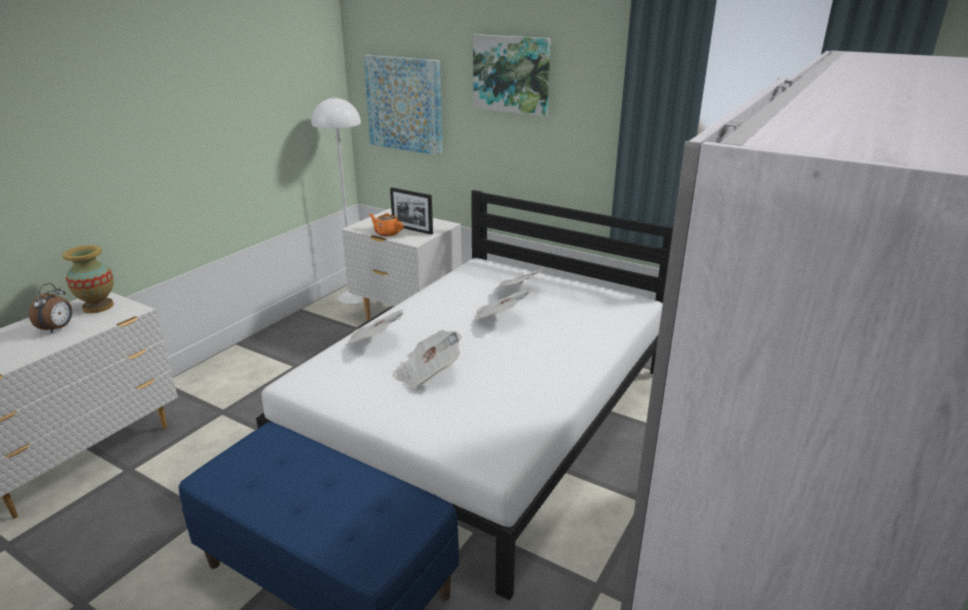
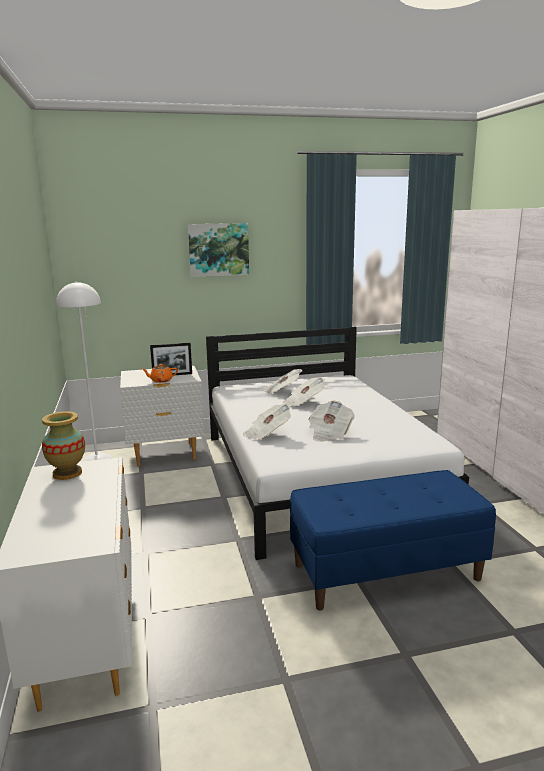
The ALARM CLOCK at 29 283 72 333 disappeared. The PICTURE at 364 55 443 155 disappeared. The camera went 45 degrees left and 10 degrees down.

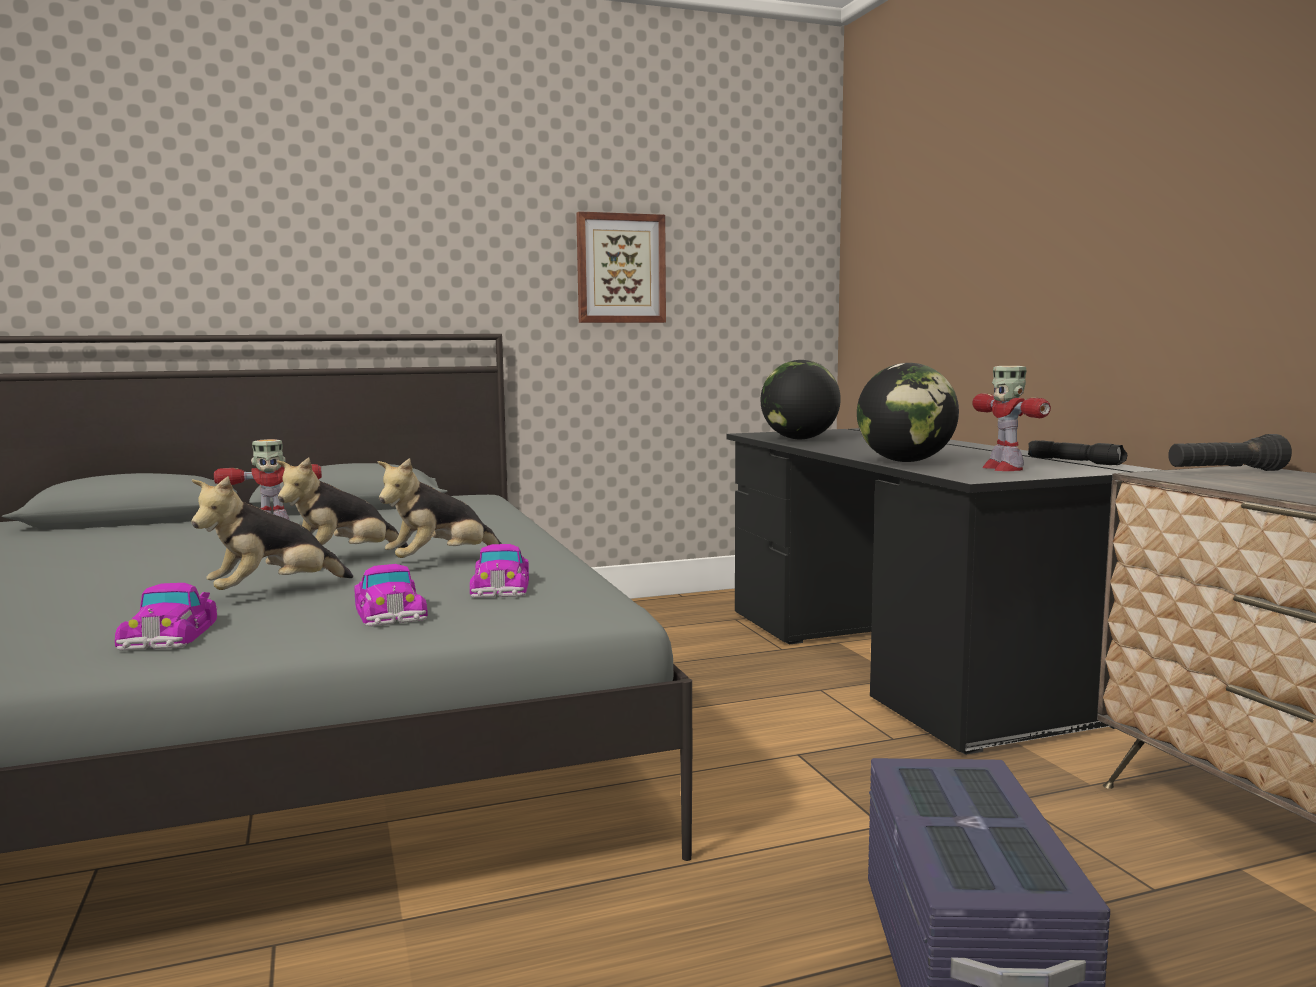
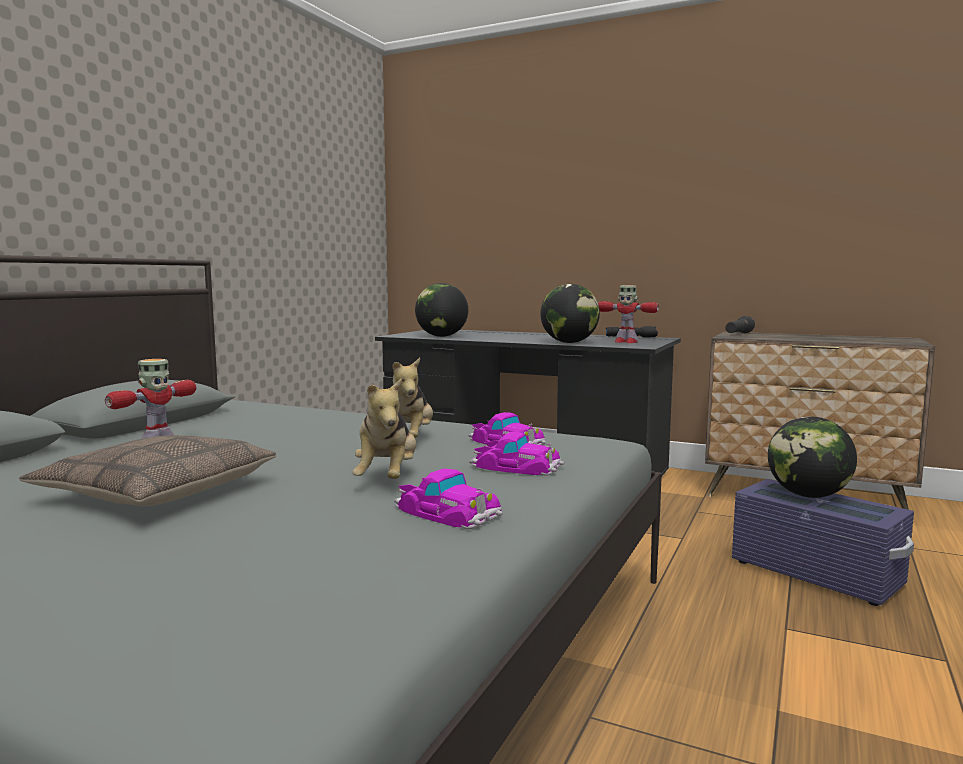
The PILLOW at 19 435 276 506 appeared. The GLOBE at 768 416 857 498 appeared. The PLUSH TOY at 277 457 408 548 disappeared. The PICTURE at 576 211 666 323 disappeared. The camera went 45 degrees left and 0 degrees up.

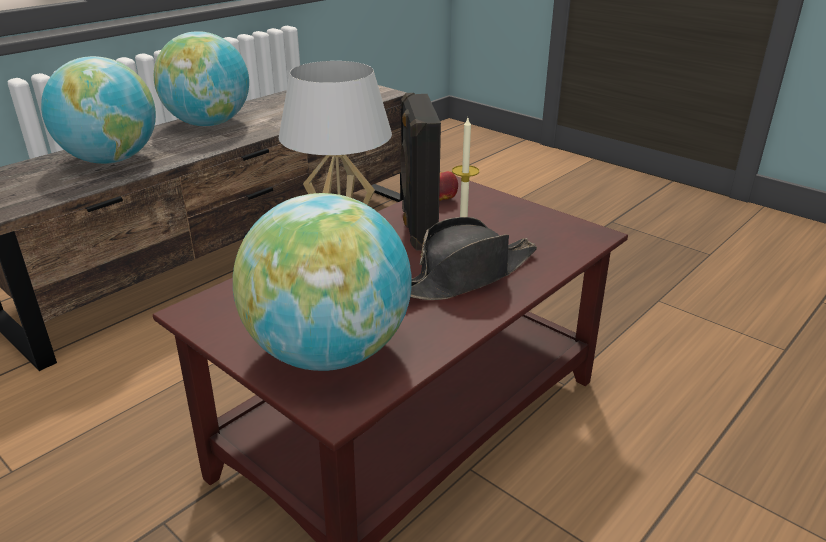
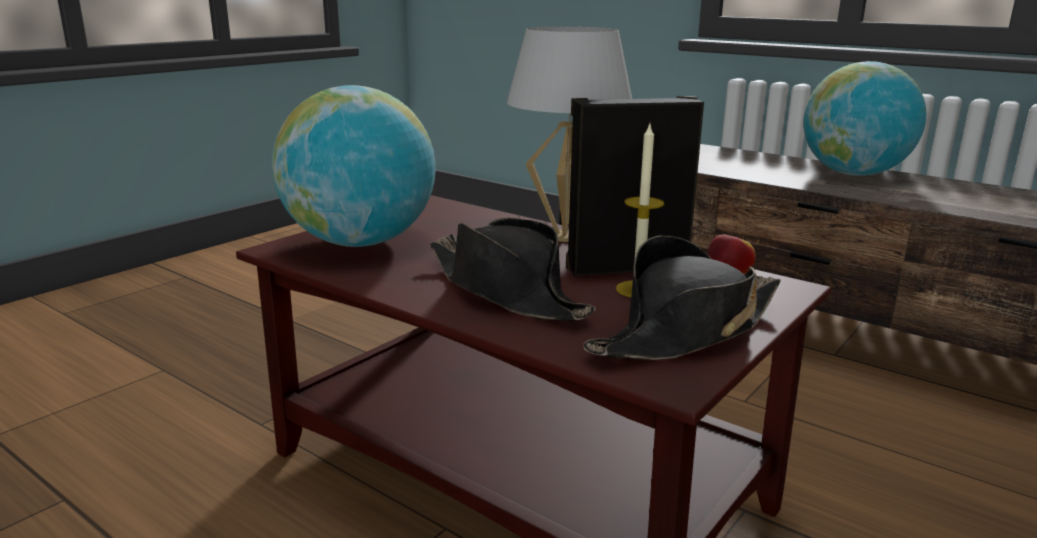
The BLACK HAT at 583 236 781 360 appeared. The GLOBE at 41 56 156 164 disappeared. The camera went 85 degrees right and 10 degrees down.

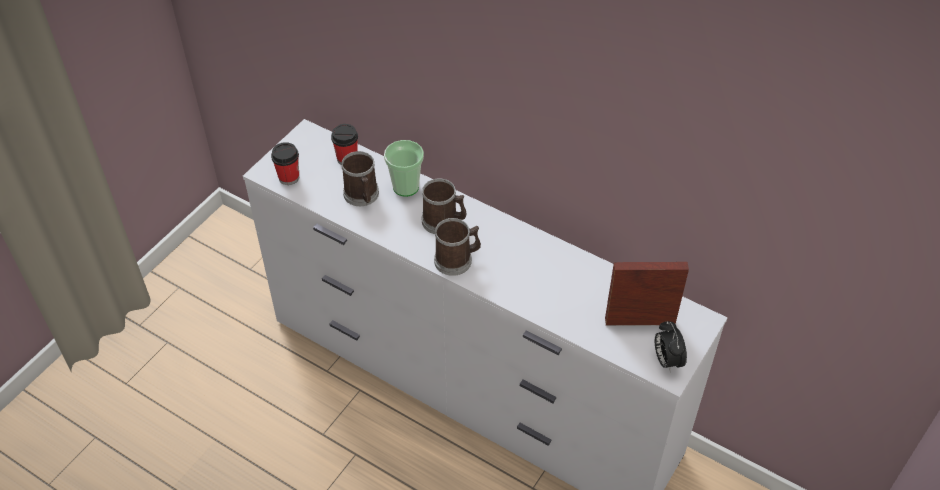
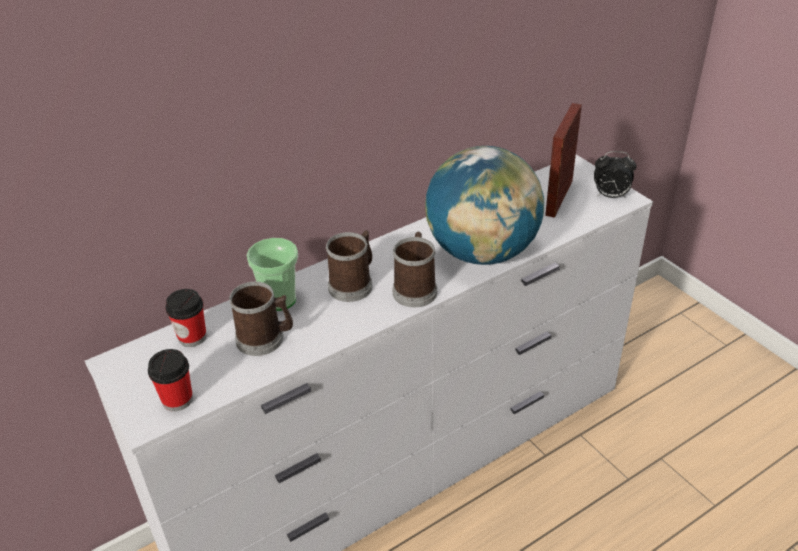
The GLOBE at 425 146 544 265 appeared. The camera went 65 degrees left and 10 degrees down.

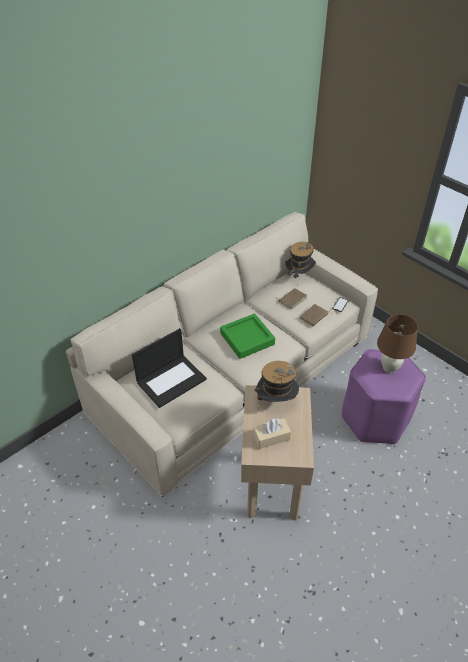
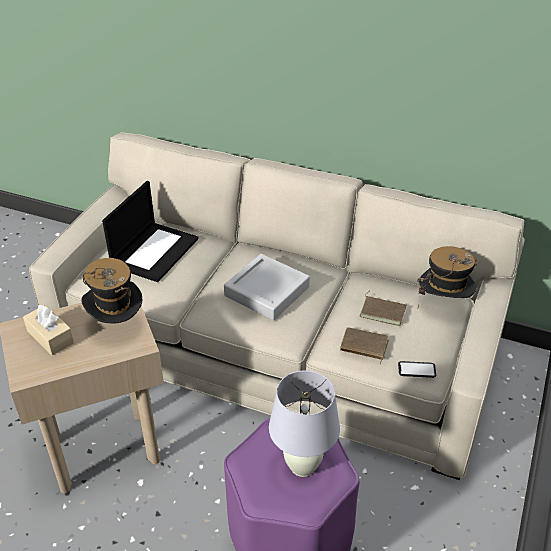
The LAPTOP at 132 328 207 408 turned 90 degrees counterclockwise. The GREEN TRAY at 220 314 275 359 became the GREY TRAY at 224 254 310 320. The BROWN TABLE LAMP at 377 314 418 373 became the WHITE TABLE LAMP at 269 370 340 477. The camera went 65 degrees right and 5 degrees down.

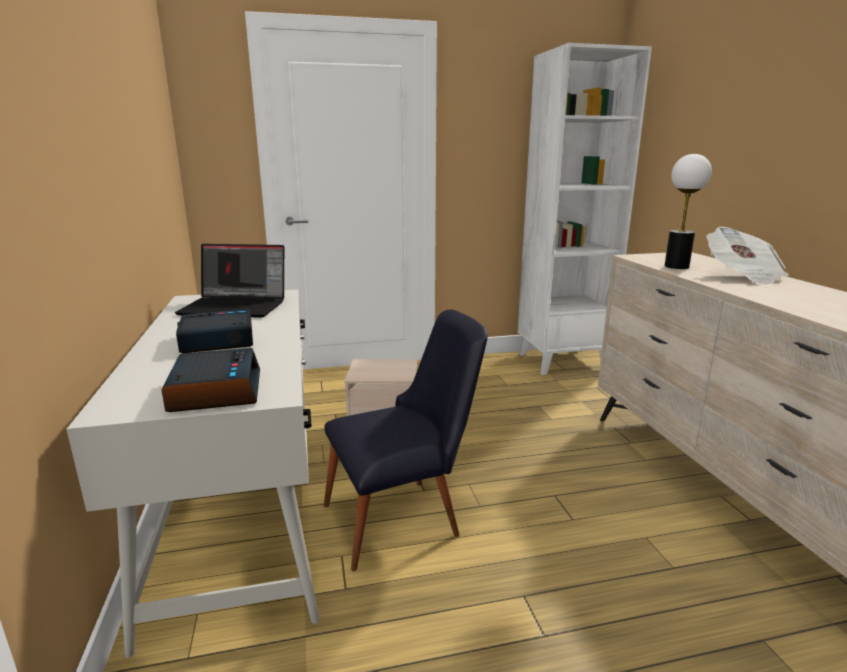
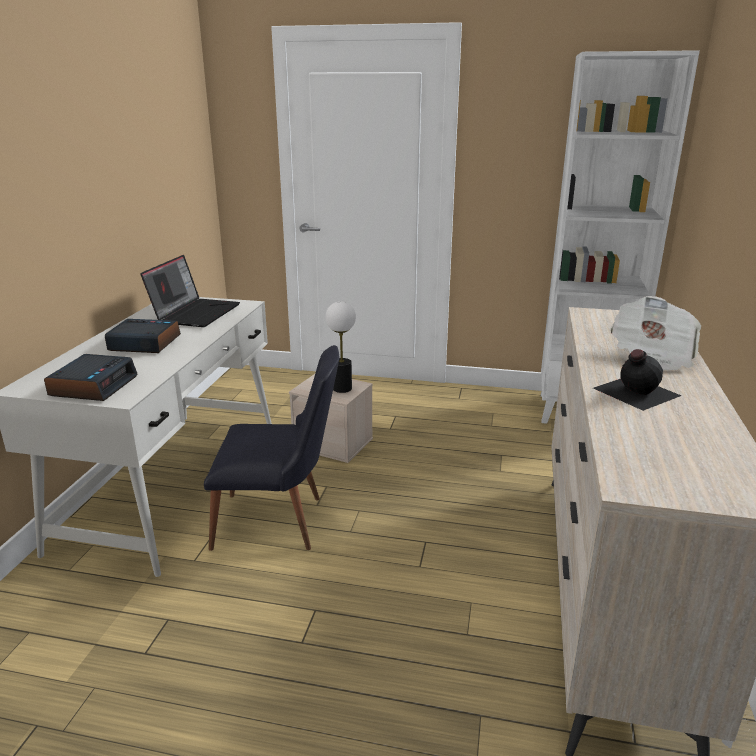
The LAPTOP at 175 244 284 318 turned 105 degrees counterclockwise. The TABLE LAMP moved from 664 154 712 269 to 326 301 356 393. The BLACK BOTTLE at 593 349 681 411 appeared. The camera went 25 degrees right and 5 degrees up.

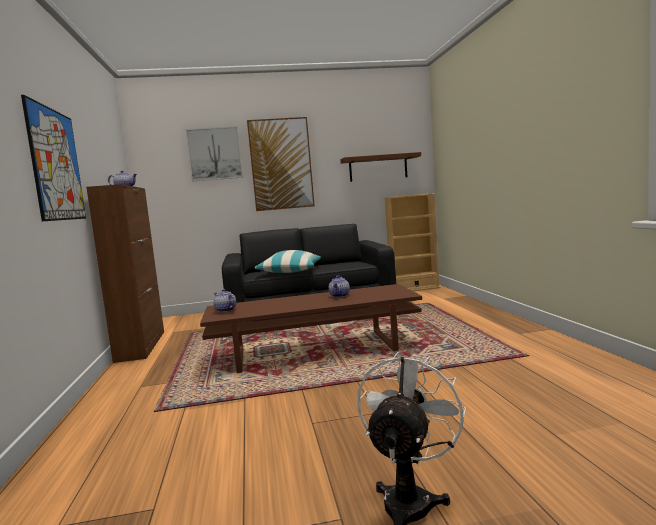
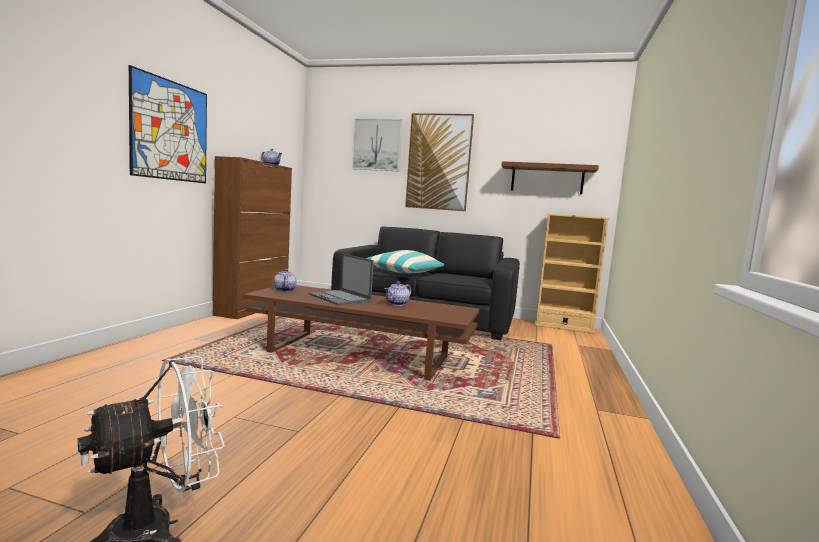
The LAPTOP at 309 254 374 305 appeared. The camera went 25 degrees right and 0 degrees up.

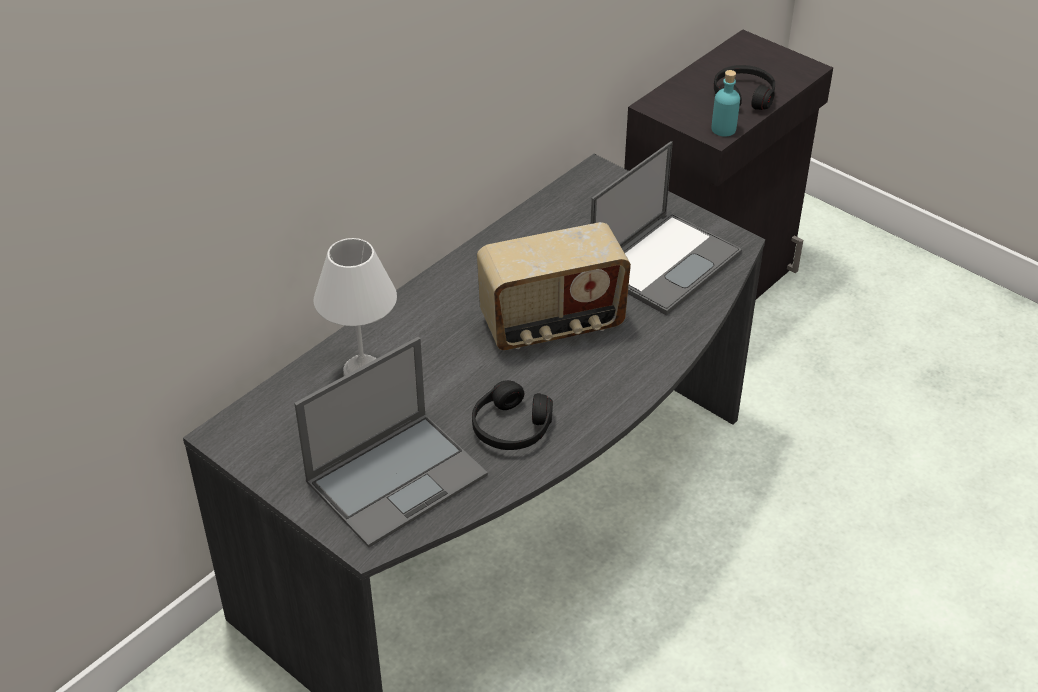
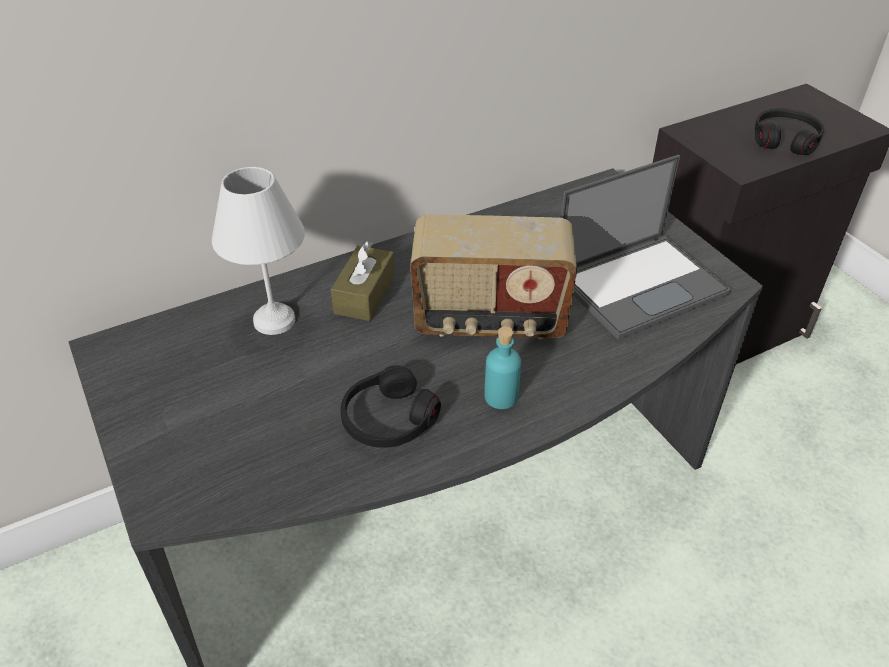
The BROWN TISSUE BOX at 331 241 395 321 appeared. The TURQUOISE BOTTLE moved from 711 70 740 137 to 484 326 521 409. The LAPTOP at 294 337 488 548 disappeared. The camera went 20 degrees right and 0 degrees up.

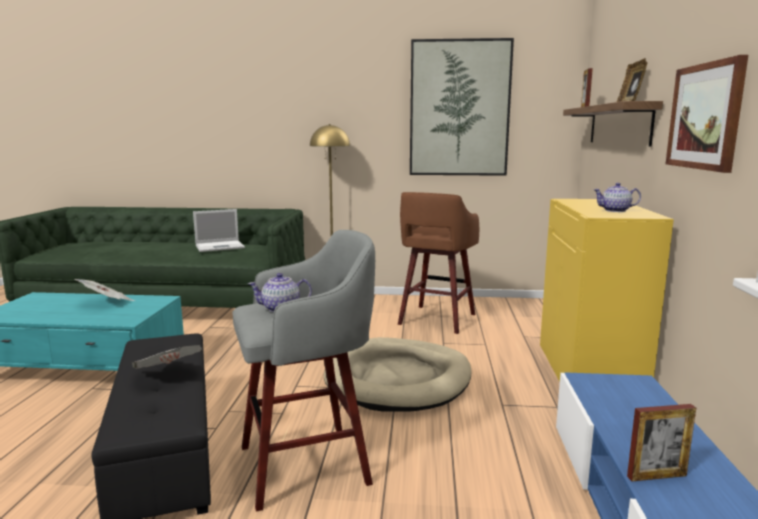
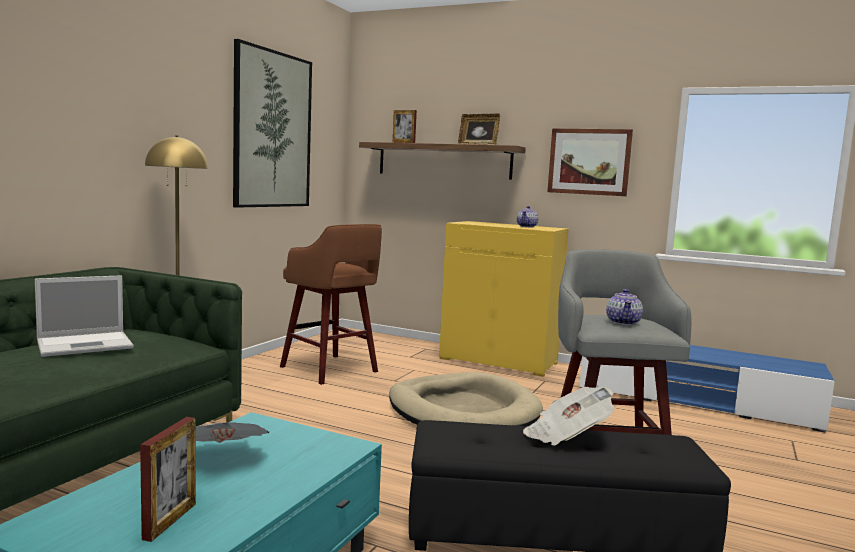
The LAPTOP at 193 209 245 252 turned 60 degrees clockwise. The PICTURE FRAME moved from 627 404 696 481 to 140 417 196 542. The camera went 70 degrees left and 5 degrees down.

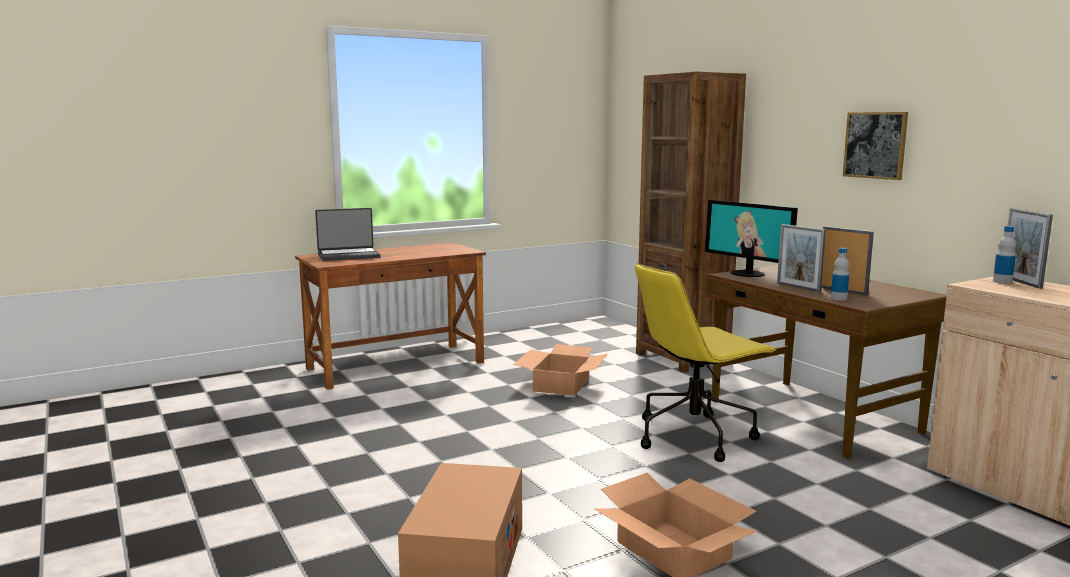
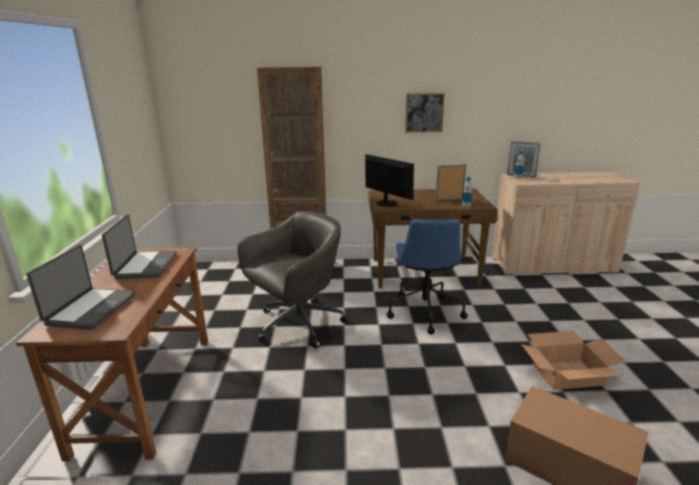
The LAPTOP at 102 215 177 279 appeared. The CARDBOARD BOX at 513 344 609 396 was replaced by the GREY OFFICE CHAIR at 237 211 348 349. The MONITOR at 705 200 798 277 turned 120 degrees counterclockwise. The YELLOW OFFICE CHAIR at 635 263 776 462 became the BLUE OFFICE CHAIR at 387 219 468 335. The PICTURE FRAME at 777 224 826 292 disappeared. The camera went 60 degrees left and 10 degrees up.

